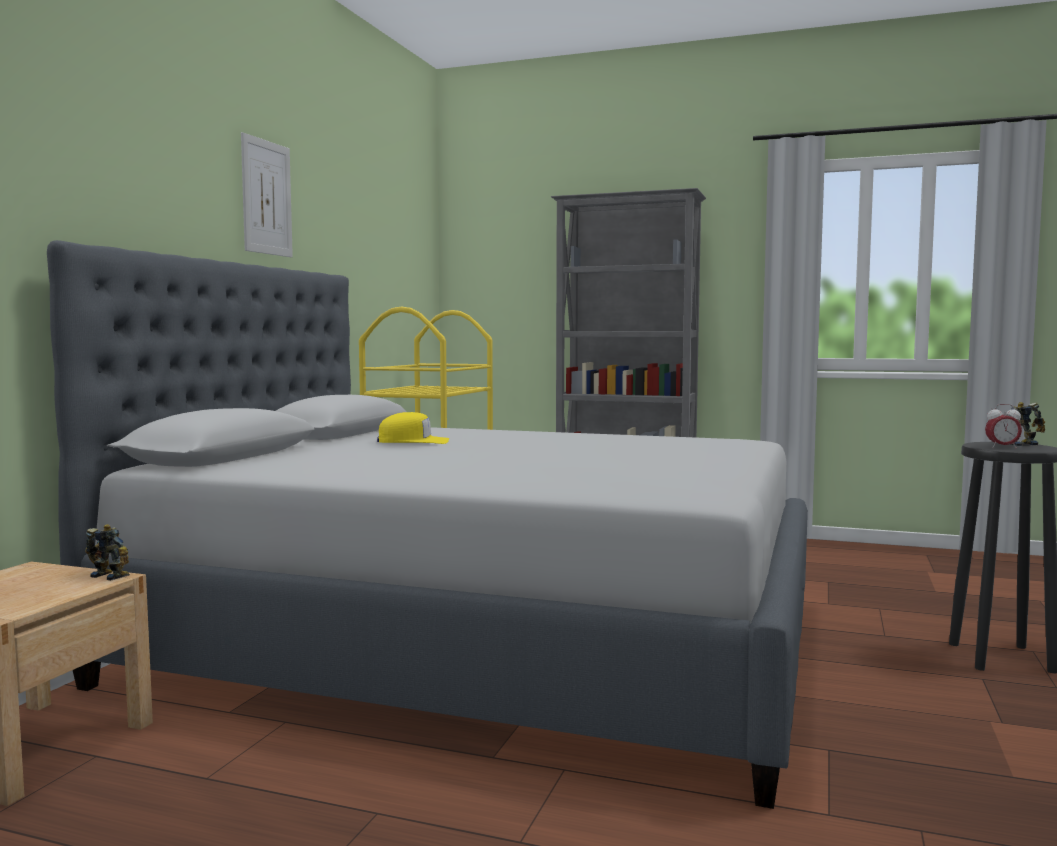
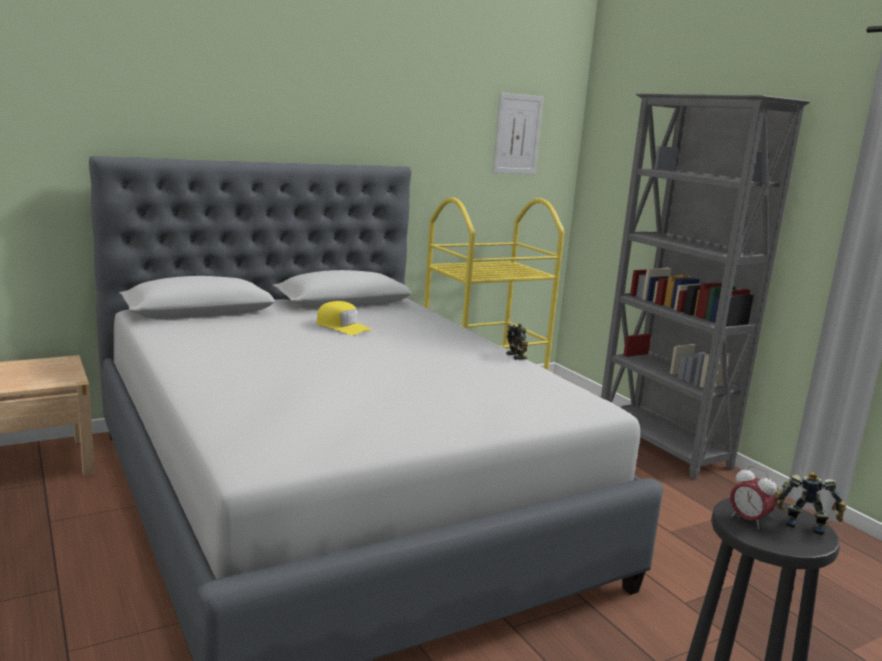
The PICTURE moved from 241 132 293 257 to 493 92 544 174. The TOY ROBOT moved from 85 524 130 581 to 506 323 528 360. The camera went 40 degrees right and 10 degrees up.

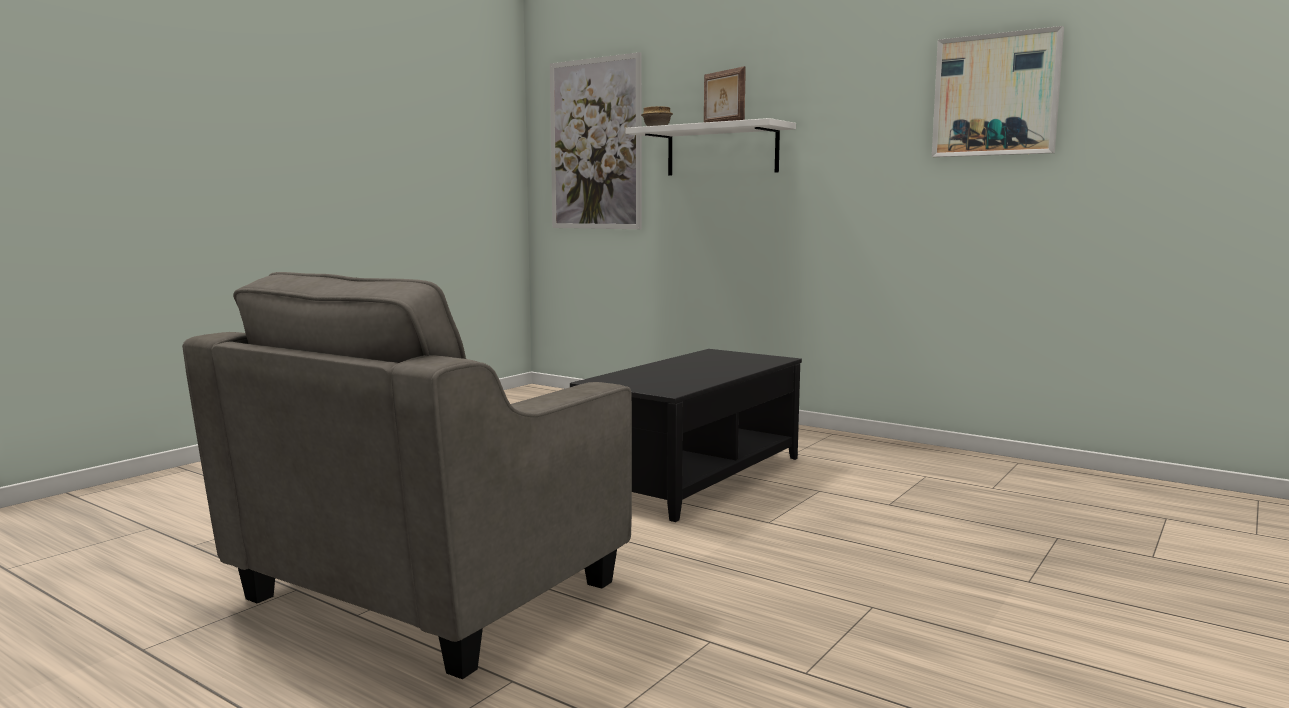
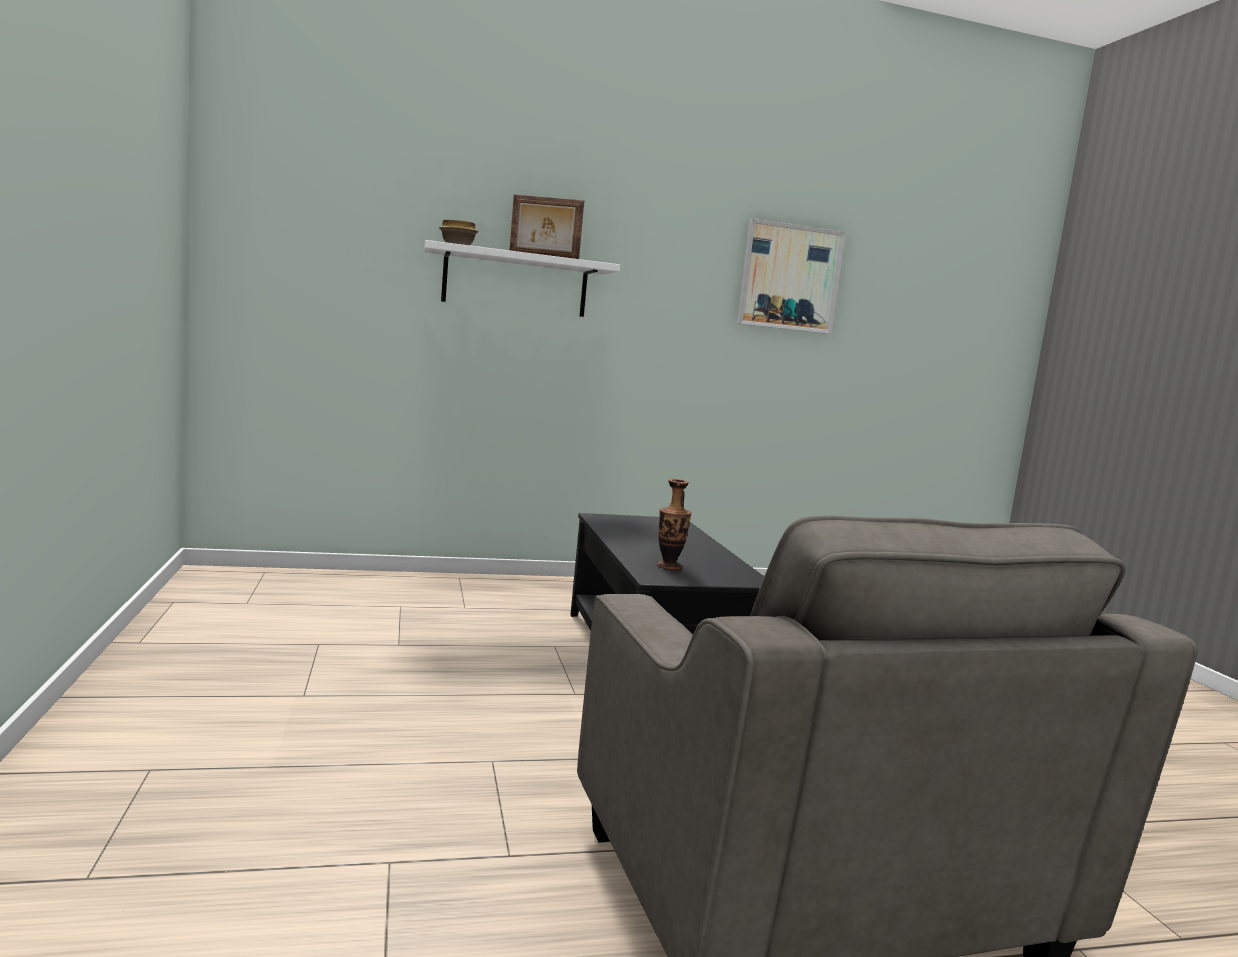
The VASE at 657 479 691 570 appeared. The PICTURE at 550 52 642 229 disappeared. The camera went 50 degrees left and 0 degrees up.

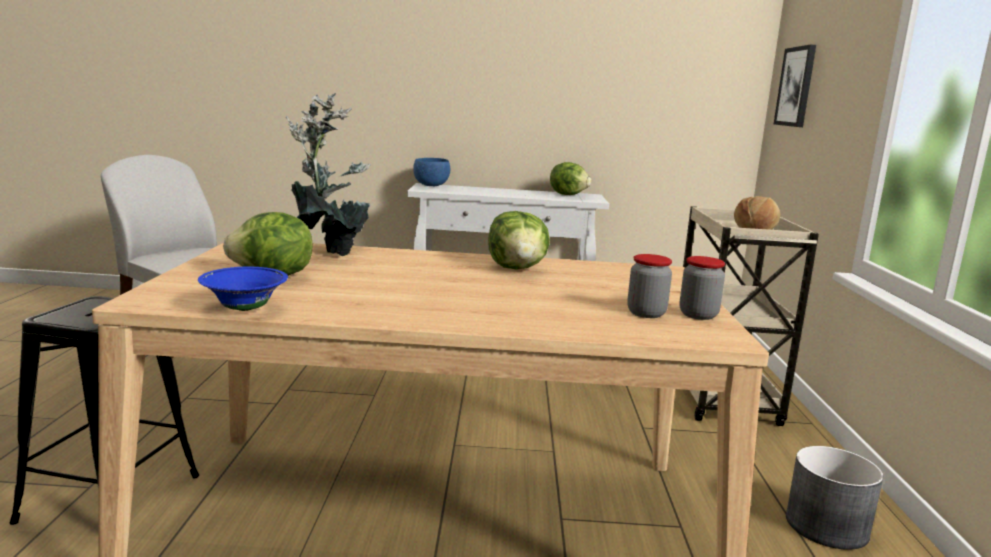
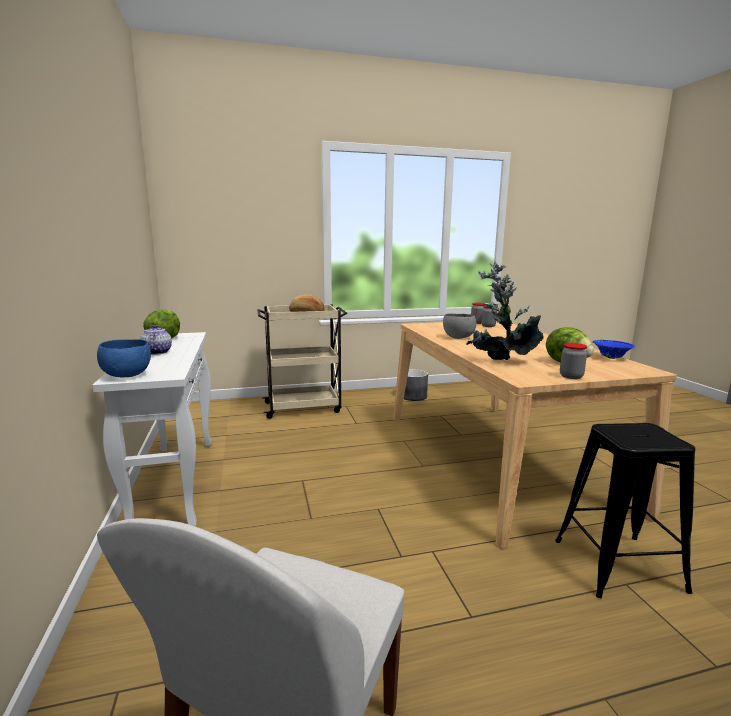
The TEAPOT at 140 325 172 355 appeared. The LETTUCE at 488 211 550 270 was replaced by the GREY BOWL at 443 313 476 339. The JAR at 560 343 587 379 appeared. The PICTURE at 774 44 816 127 disappeared. The camera went 105 degrees left and 0 degrees up.

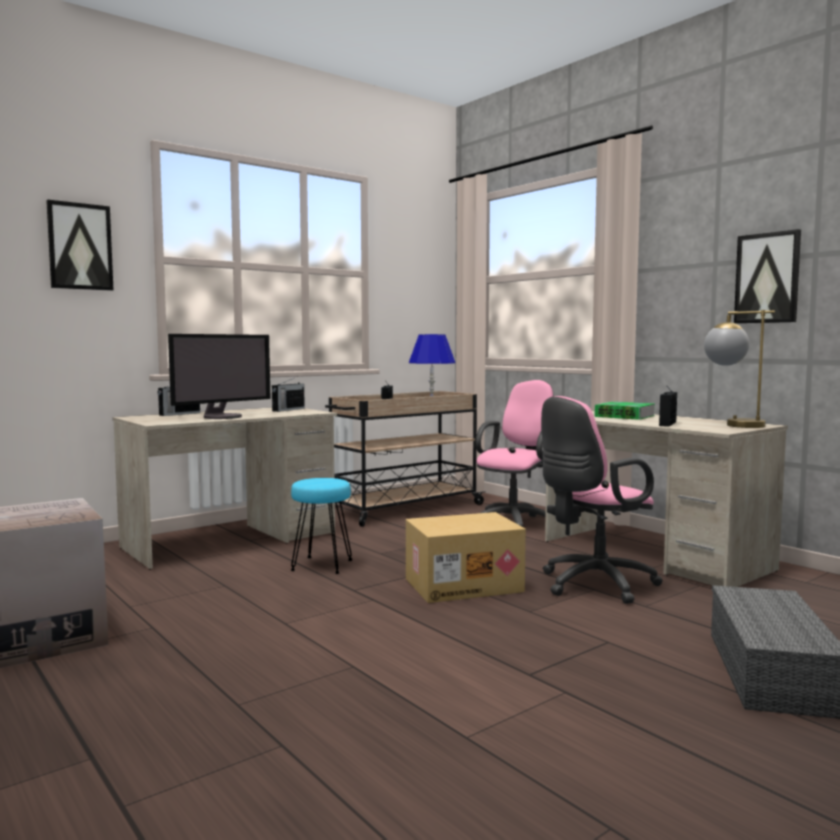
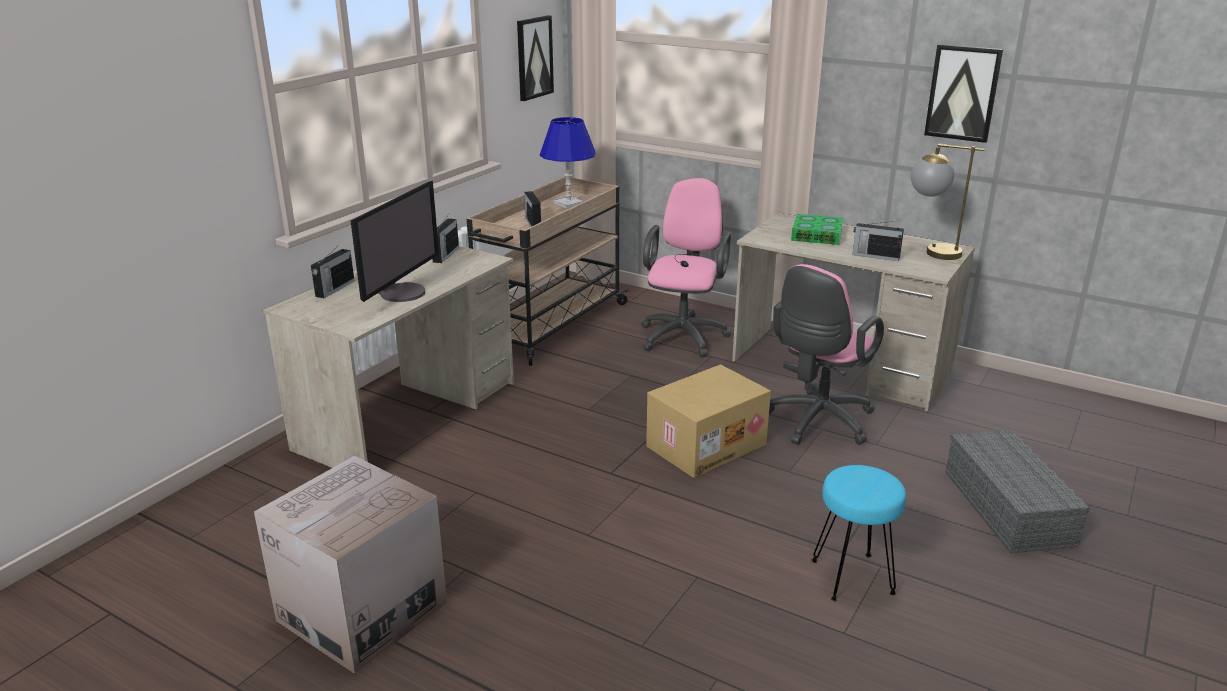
The PICTURE moved from 46 200 113 291 to 517 15 554 101. The TURQUOISE STOOL moved from 291 478 353 574 to 811 465 906 601. The RADIO at 659 385 677 427 turned 75 degrees counterclockwise. The camera went 20 degrees left and 20 degrees up.

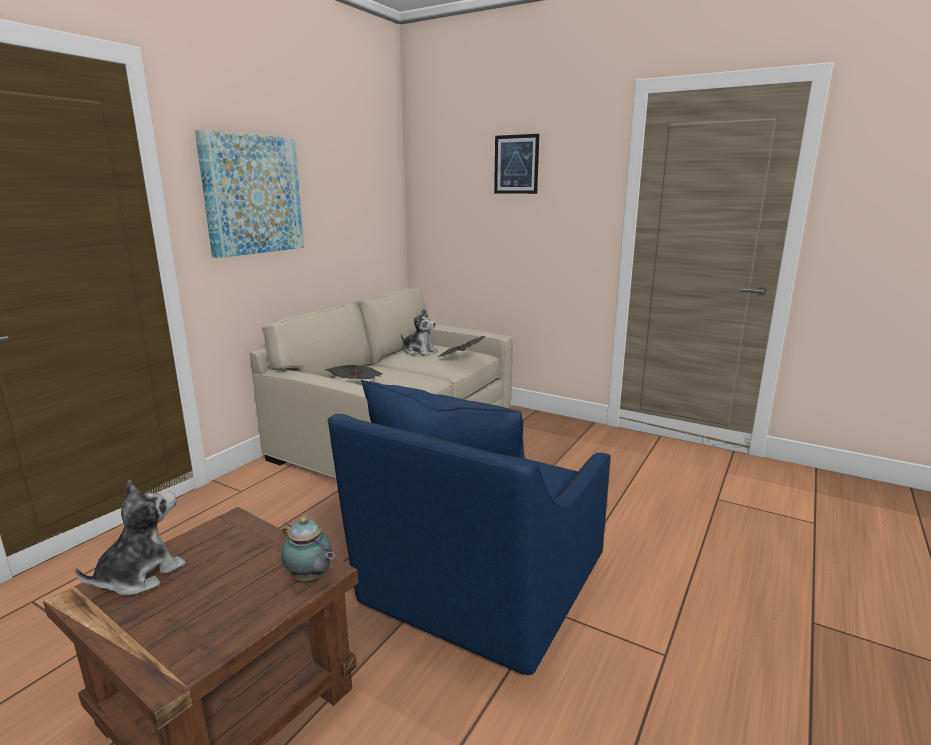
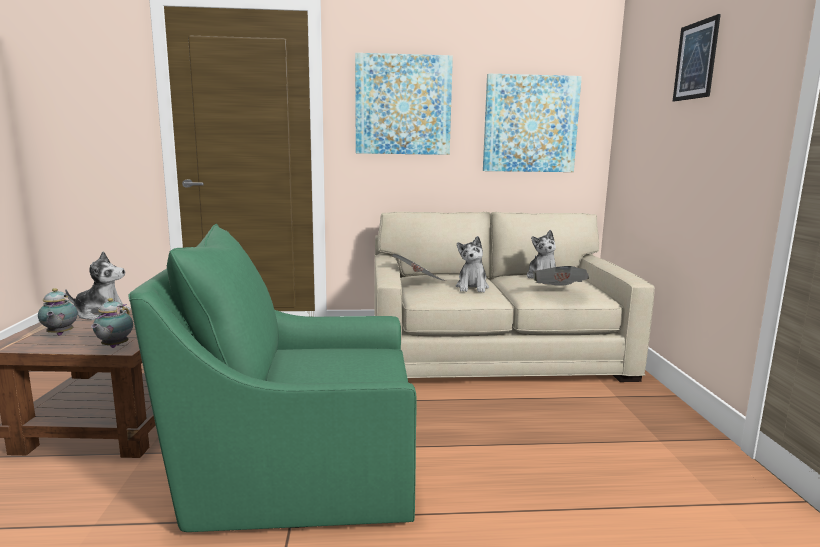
The TEAPOT at 38 288 78 336 appeared. The BLUE ARMCHAIR at 328 380 611 675 became the GREEN ARMCHAIR at 129 224 417 532. The PLUSH TOY at 456 236 489 292 appeared. The PICTURE at 483 74 582 172 appeared. The camera went 55 degrees right and 5 degrees down.

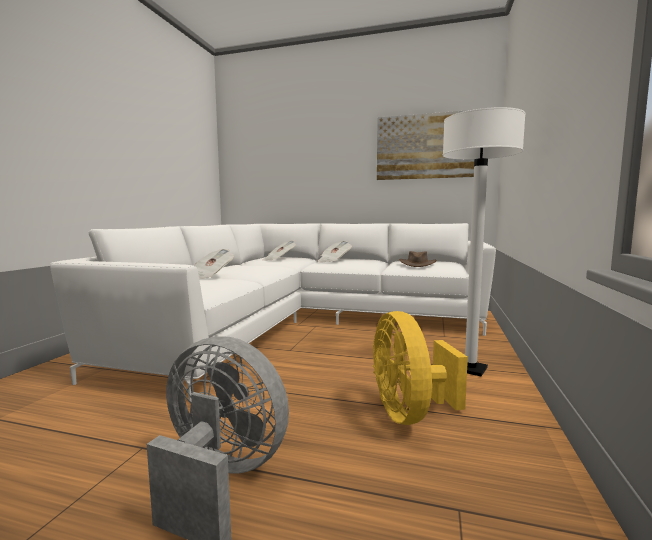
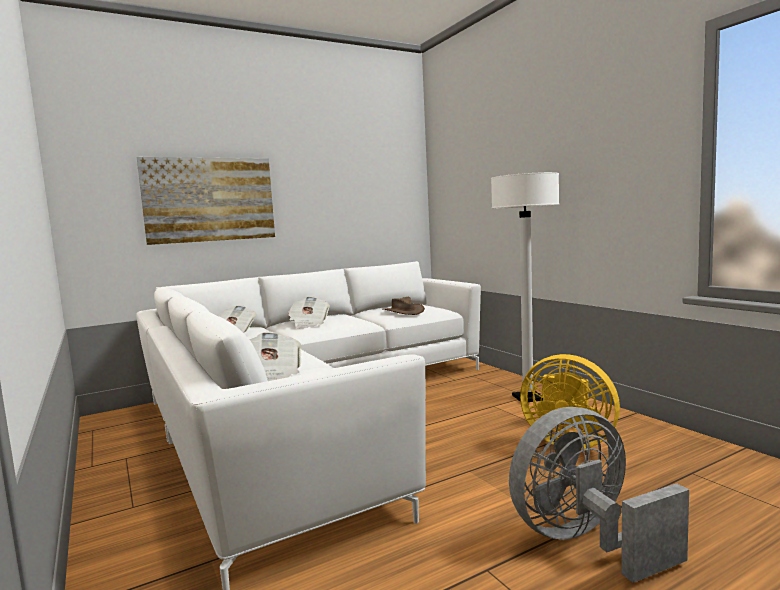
The PICTURE moved from 377 110 474 180 to 137 157 275 245. The camera went 45 degrees left and 0 degrees up.

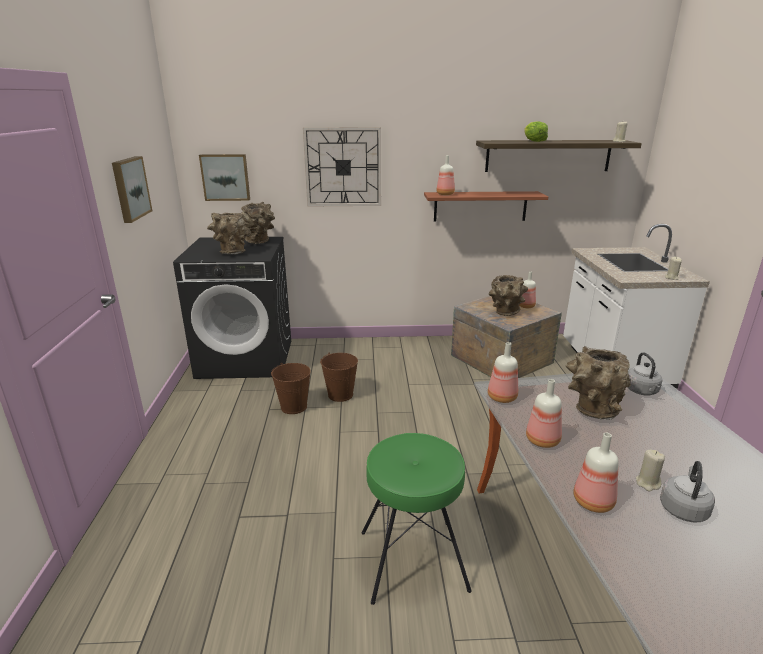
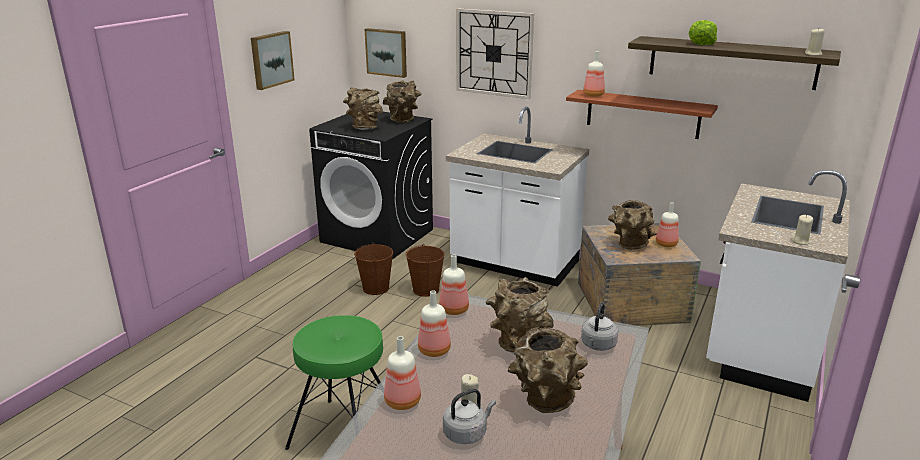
The WHITE COUNTER at 446 107 589 287 appeared. The BROWN VASE at 508 328 588 413 appeared. The camera went 30 degrees right and 0 degrees up.

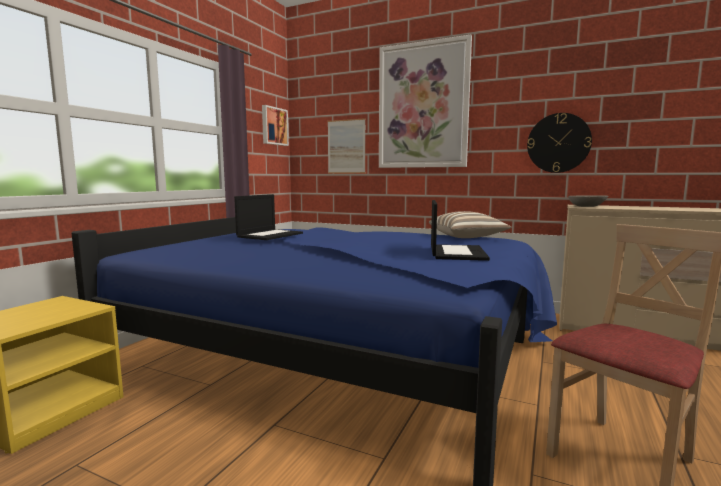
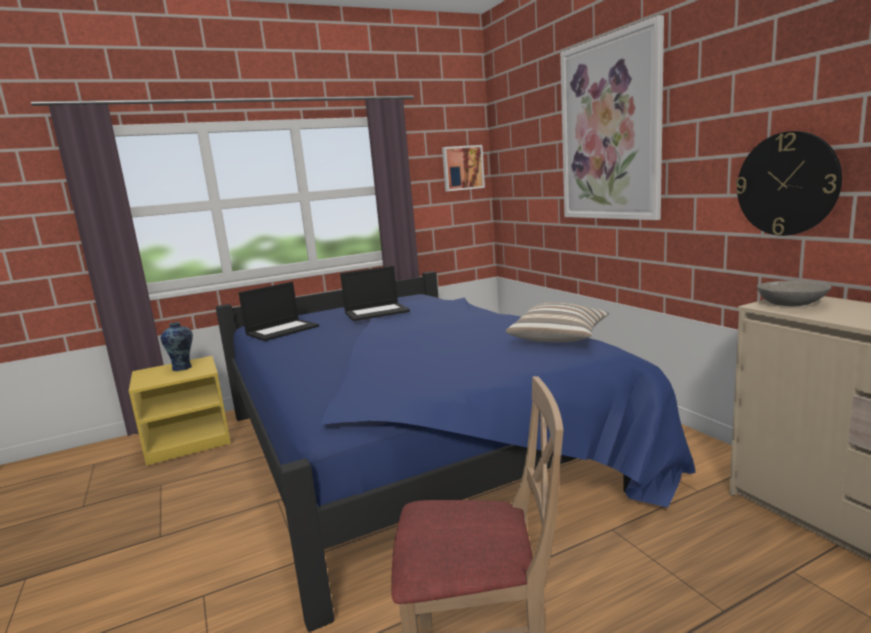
The VASE at 161 322 193 371 appeared. The LAPTOP moved from 431 200 490 261 to 239 282 319 341. The PICTURE at 328 118 366 173 disappeared. The camera went 40 degrees right and 5 degrees up.

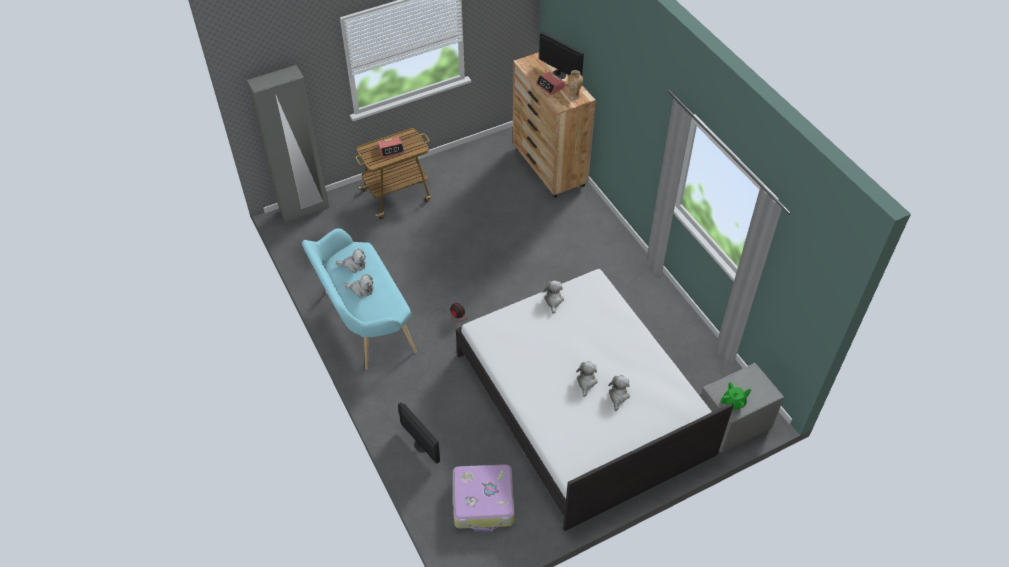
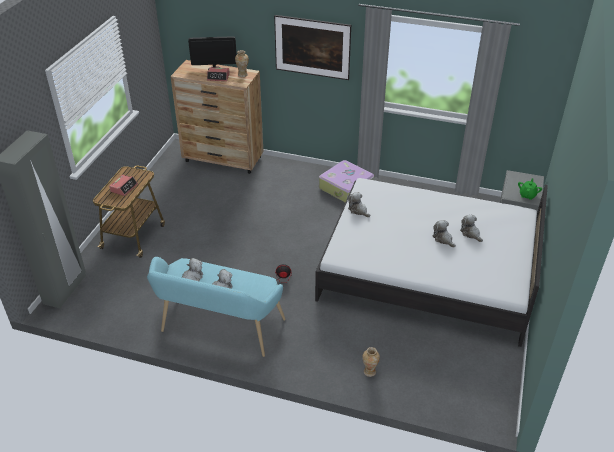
The PICTURE at 274 15 351 80 appeared. The SUITCASE moved from 453 464 514 531 to 319 160 374 202. The MONITOR at 398 402 440 464 was replaced by the VASE at 362 347 380 377. The camera went 45 degrees left and 10 degrees down.

